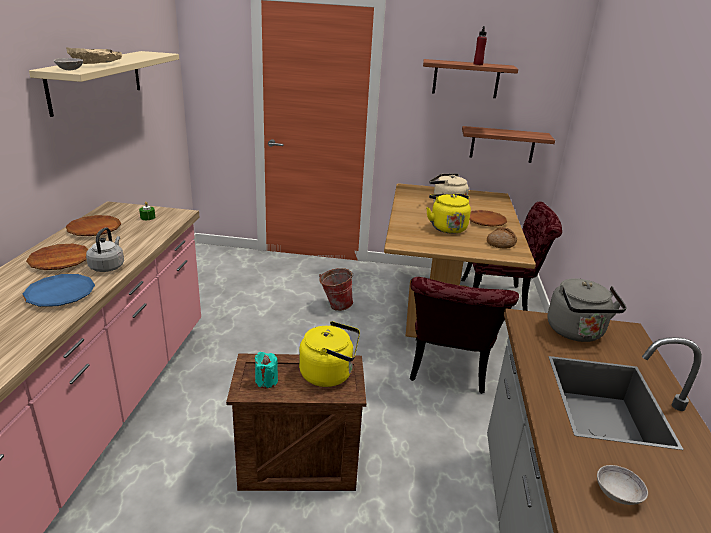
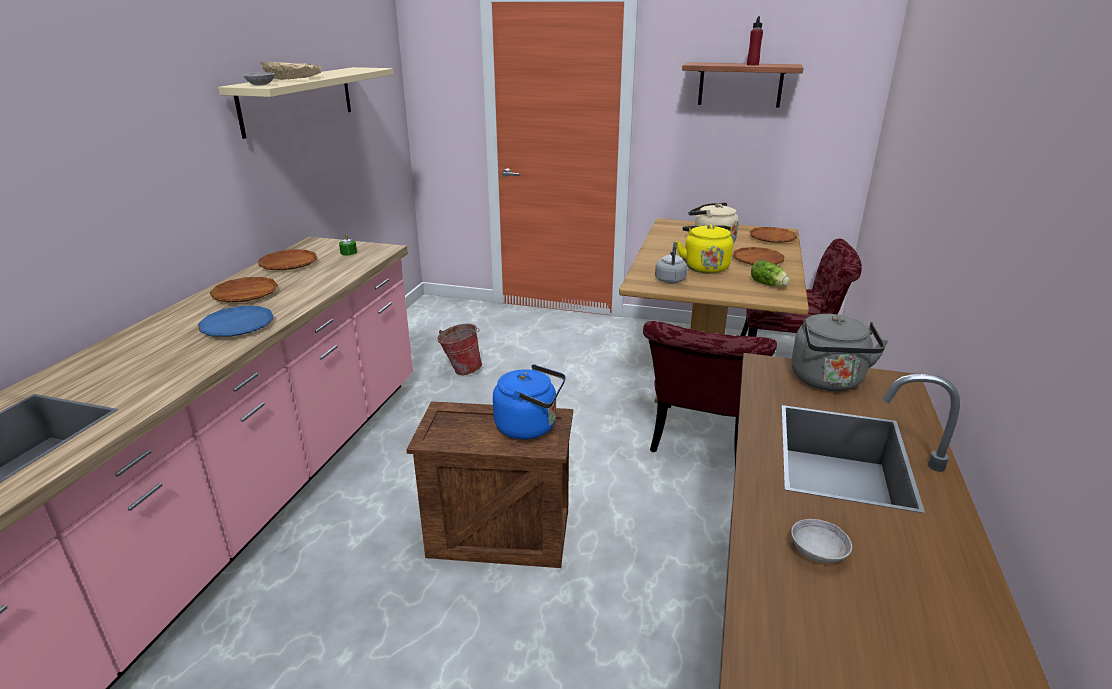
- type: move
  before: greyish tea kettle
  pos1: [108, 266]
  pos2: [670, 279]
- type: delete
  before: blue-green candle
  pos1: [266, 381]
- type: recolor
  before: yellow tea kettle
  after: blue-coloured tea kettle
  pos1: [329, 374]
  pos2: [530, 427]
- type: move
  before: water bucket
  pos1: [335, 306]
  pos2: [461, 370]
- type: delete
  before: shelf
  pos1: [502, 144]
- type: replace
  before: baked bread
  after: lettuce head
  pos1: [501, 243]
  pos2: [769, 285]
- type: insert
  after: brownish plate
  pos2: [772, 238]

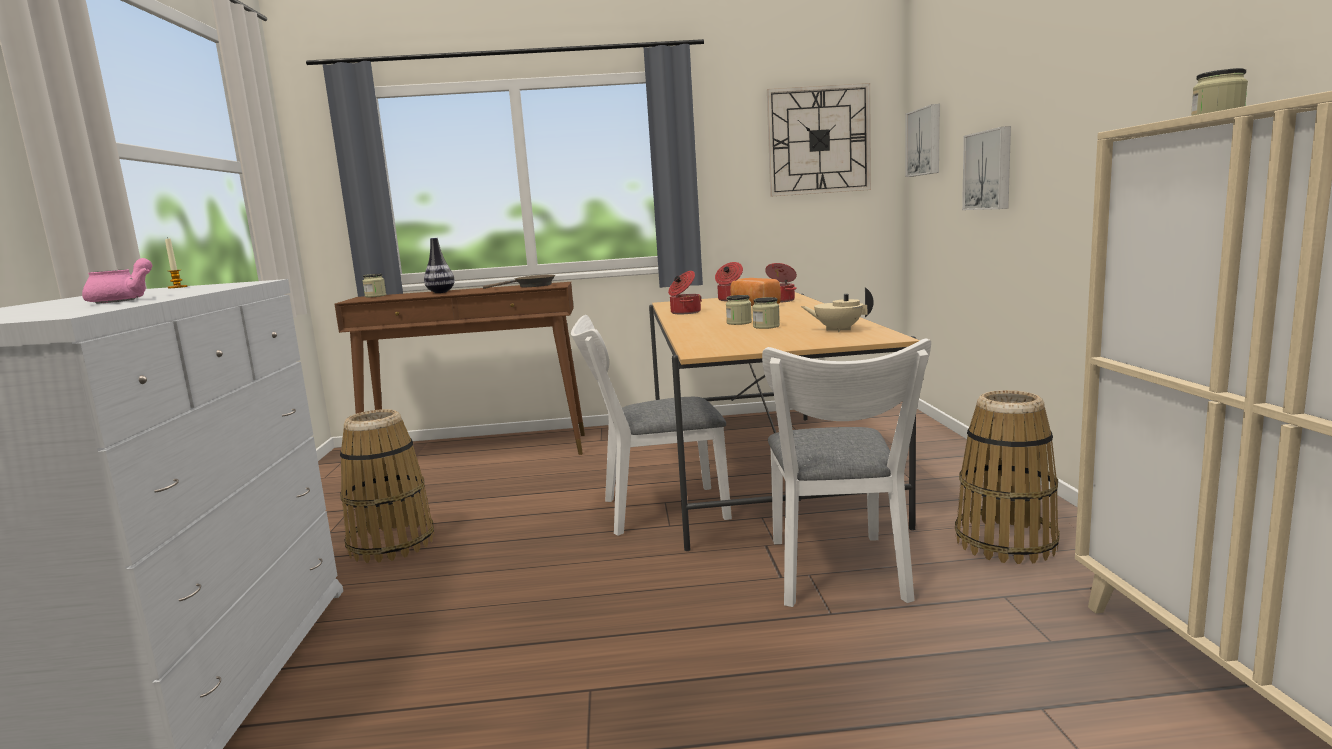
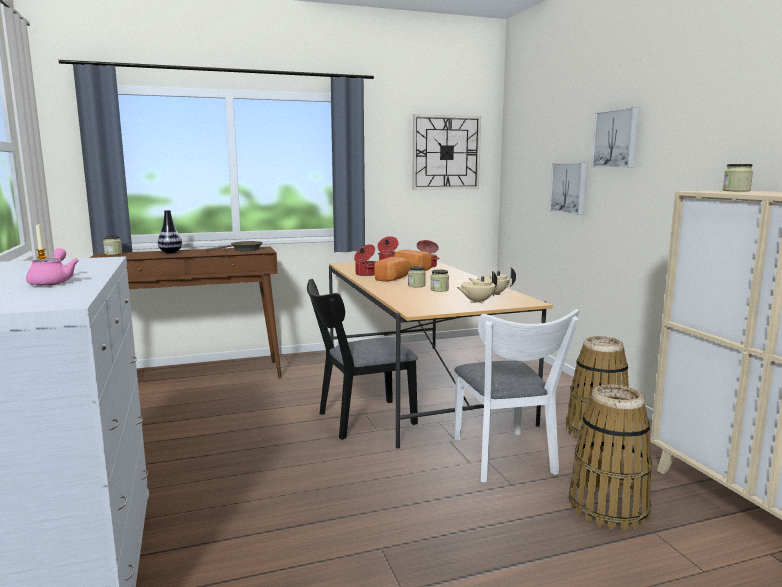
- type: move
  before: basket
  pos1: [391, 544]
  pos2: [608, 507]
- type: recolor
  before: white-coloured plain chair
  after: black-coloured plain chair
  pos1: [654, 510]
  pos2: [359, 420]
- type: move
  before: wall art
  pos1: [925, 142]
  pos2: [616, 139]
- type: insert
  after: baked bread
  pos2: [393, 279]
- type: insert
  after: beige pot for tea
  pos2: [477, 302]

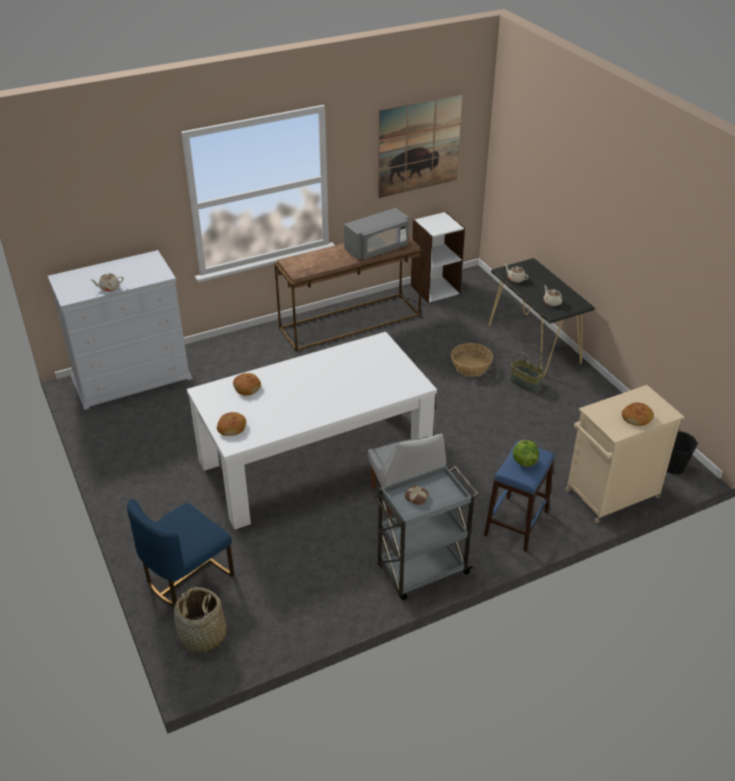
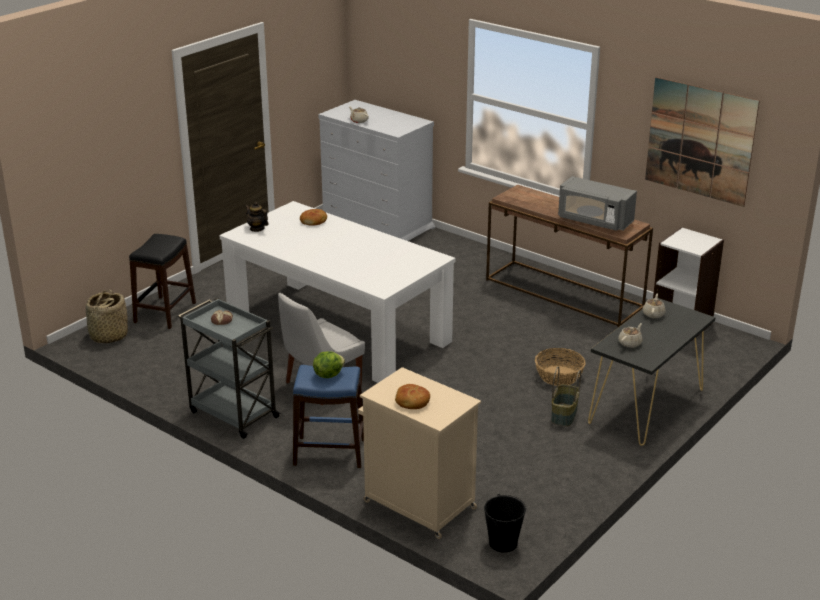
- type: replace
  before: blue-coloured plain chair
  after: black-coloured sitting stool
  pos1: [187, 577]
  pos2: [164, 312]
- type: replace
  before: baked bread
  after: pot for tea
  pos1: [232, 427]
  pos2: [257, 228]

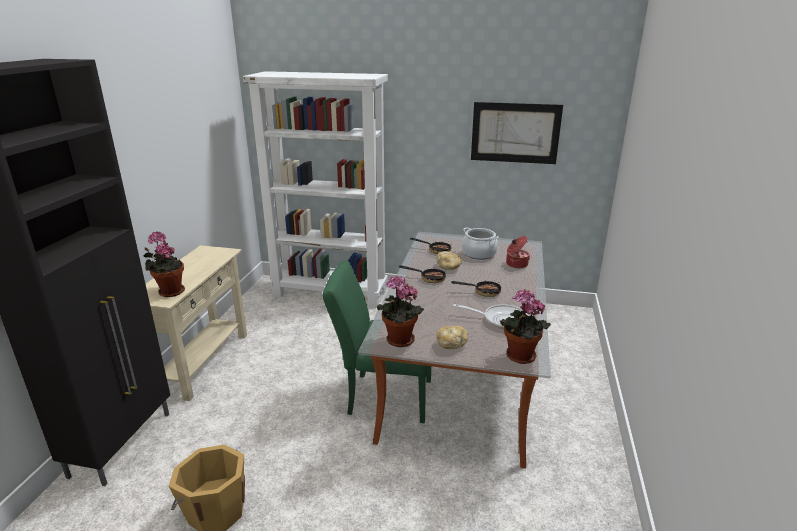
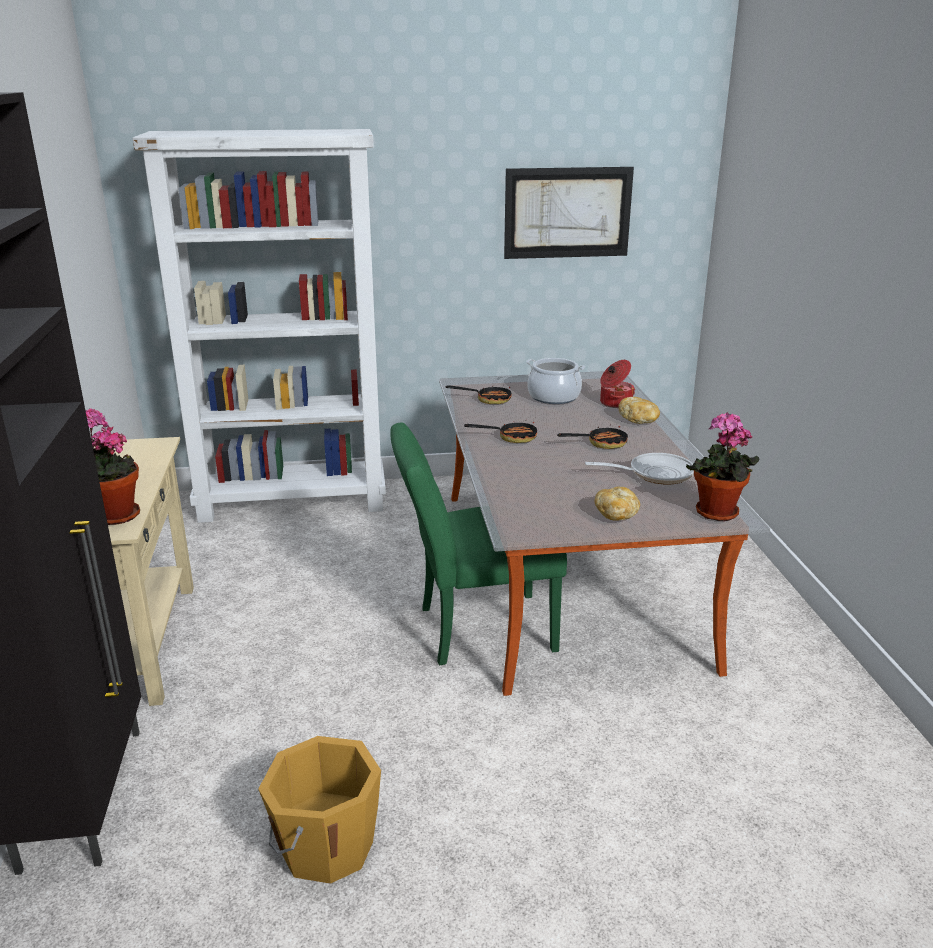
- type: delete
  before: potted plant
  pos1: [398, 341]
- type: move
  before: baked bread
  pos1: [448, 267]
  pos2: [639, 420]

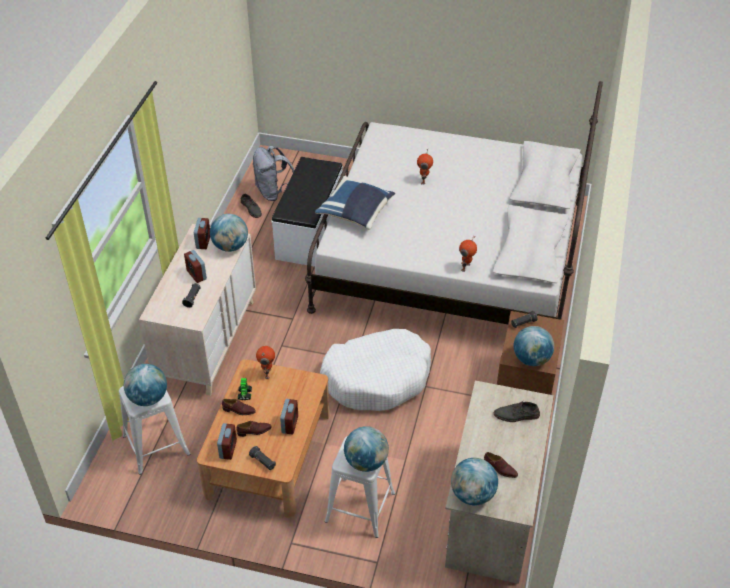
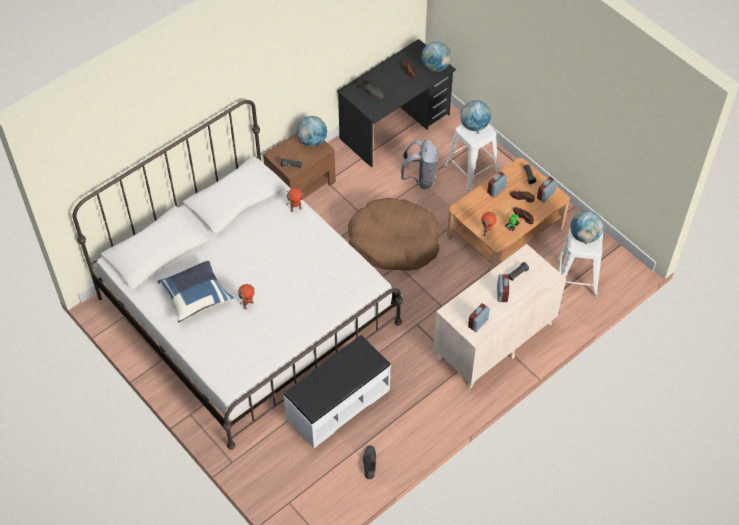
- type: delete
  before: desk globe
  pos1: [230, 246]
- type: move
  before: greyish backpack
  pos1: [273, 192]
  pos2: [420, 178]
- type: move
  before: blue-coloured cushion
  pos1: [356, 212]
  pos2: [196, 296]
- type: recolor
  before: white-coloured dog cushion
  after: brownish dog cushion
  pos1: [377, 378]
  pos2: [393, 242]
- type: recolor
  before: beige desk
  after: black-coloured desk
  pos1: [493, 510]
  pos2: [395, 127]

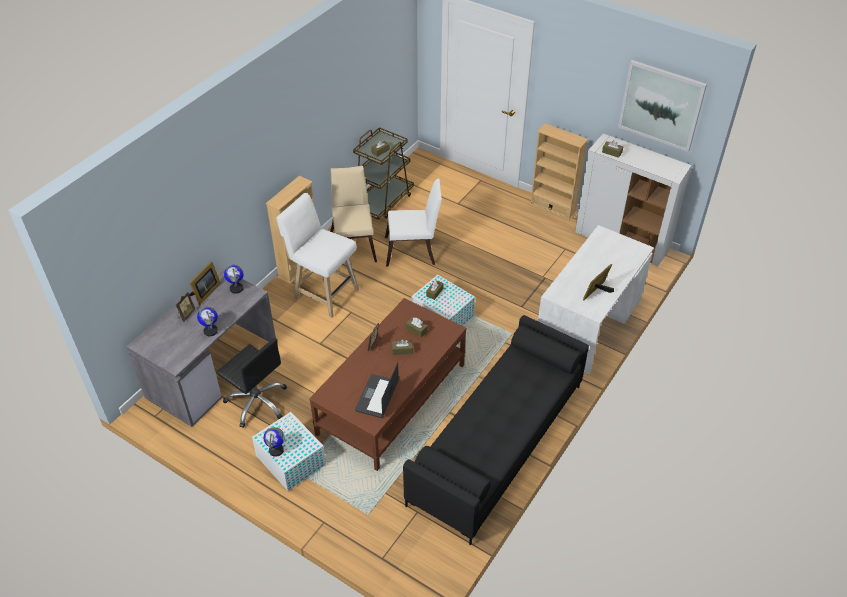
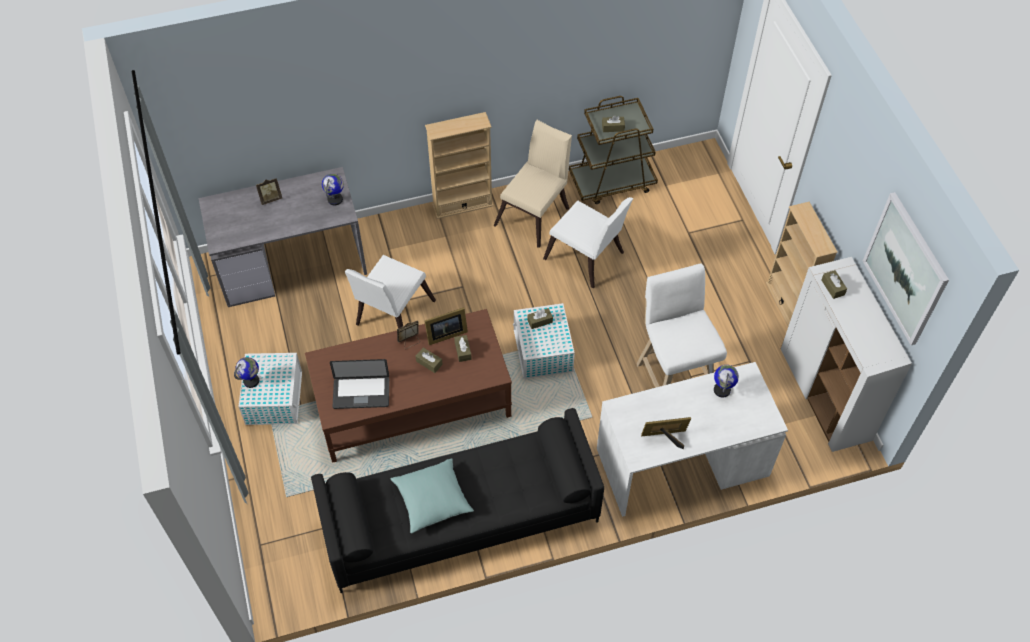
- type: move
  before: picture frame
  pos1: [205, 293]
  pos2: [445, 334]
- type: move
  before: desk globe
  pos1: [210, 331]
  pos2: [722, 390]
- type: delete
  before: black-coloured office chair
  pos1: [257, 402]
- type: move
  before: white-coloured sitting stool
  pos1: [323, 293]
  pos2: [673, 376]
- type: rotate
  before: laptop
  pos1: [377, 396]
  pos2: [361, 393]
  turn: -150
- type: insert
  after: white-coloured plain chair
  pos2: [392, 316]
- type: insert
  after: blue-green cushion
  pos2: [432, 500]

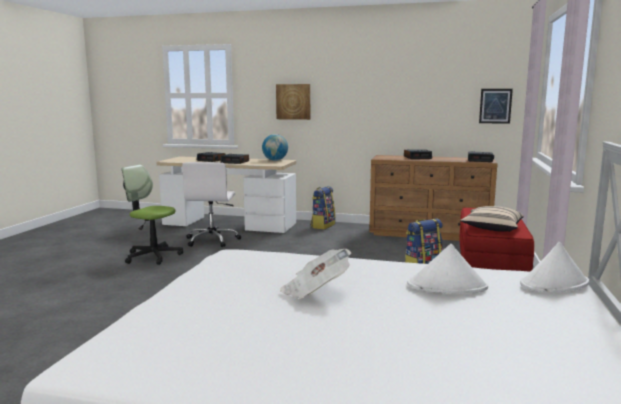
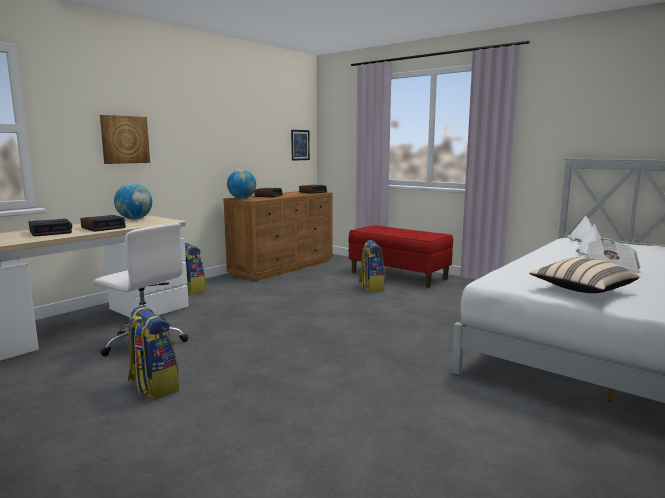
- type: replace
  before: office chair
  after: backpack
  pos1: [153, 256]
  pos2: [153, 387]
- type: move
  before: beige cushion
  pos1: [491, 229]
  pos2: [581, 290]
- type: insert
  after: desk globe
  pos2: [242, 198]

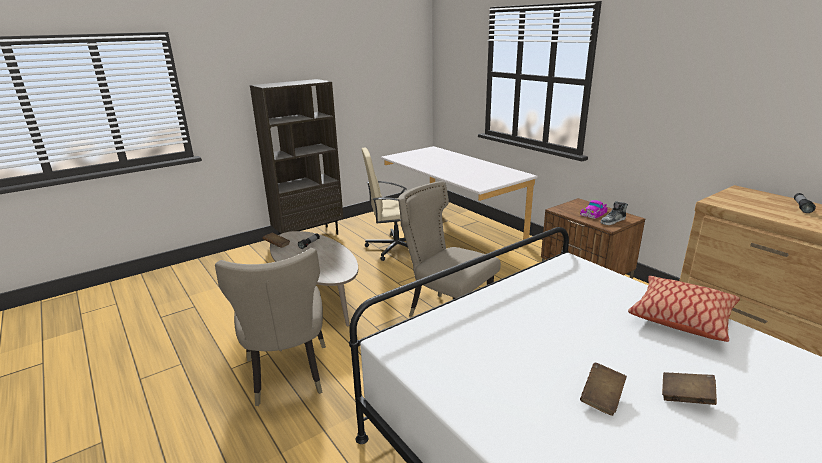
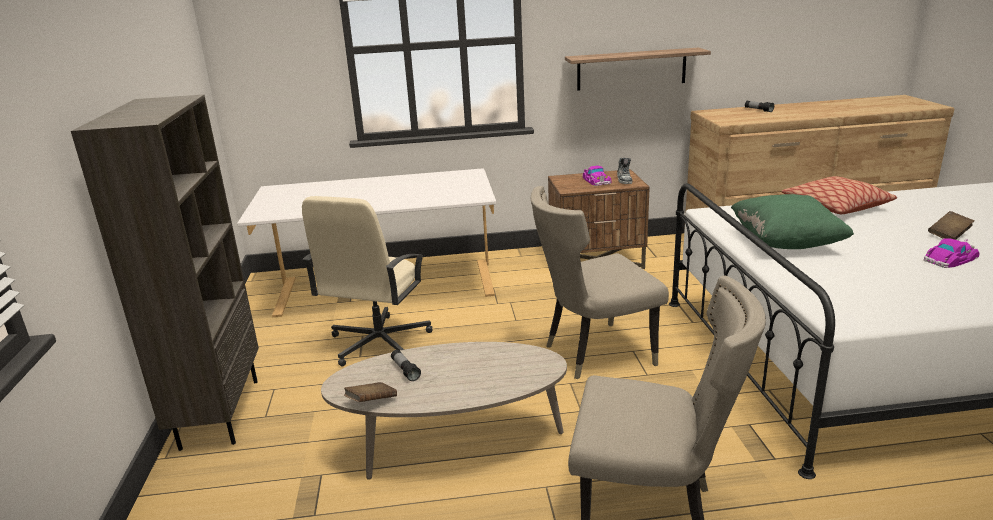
- type: replace
  before: brownish bound book
  after: miniature car
  pos1: [601, 398]
  pos2: [950, 259]
- type: insert
  after: shelf
  pos2: [631, 69]
- type: insert
  after: green-coloured cushion
  pos2: [786, 243]

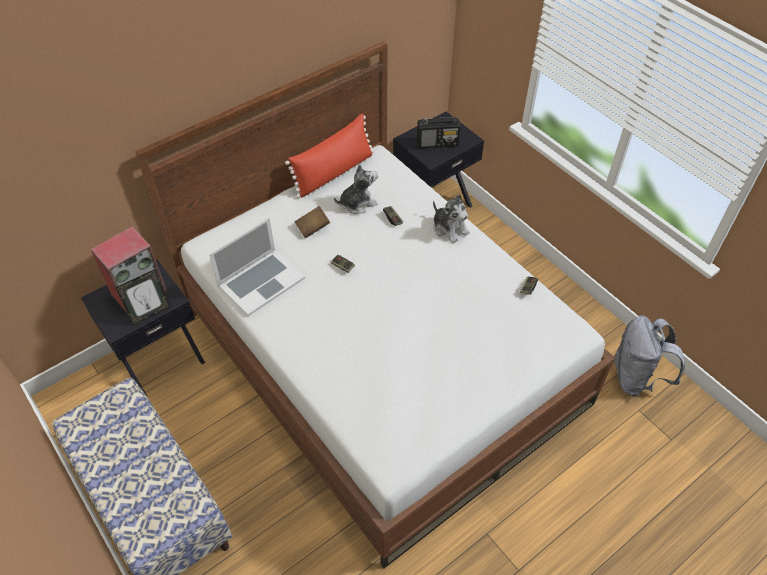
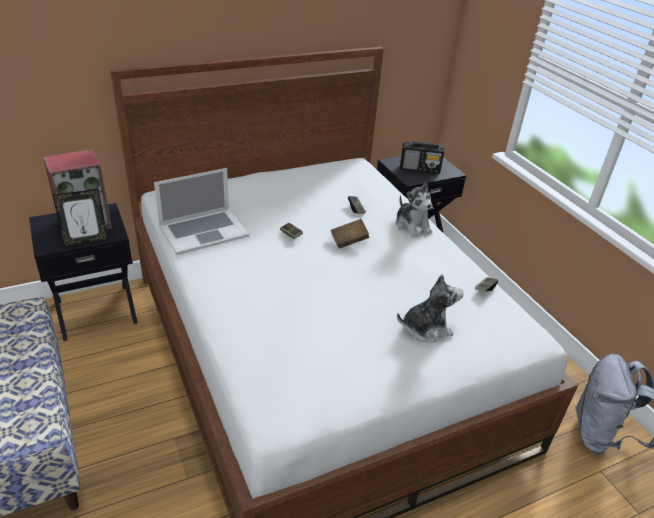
- type: delete
  before: red cushion
  pos1: [334, 172]
- type: move
  before: brownish bound book
  pos1: [312, 227]
  pos2: [349, 241]
- type: move
  before: cuddly toy
  pos1: [357, 203]
  pos2: [426, 328]

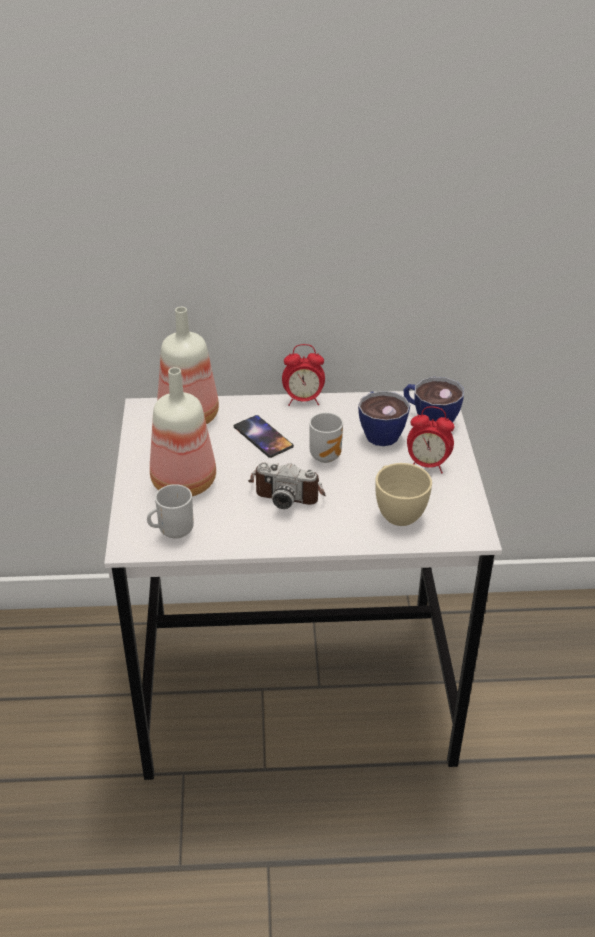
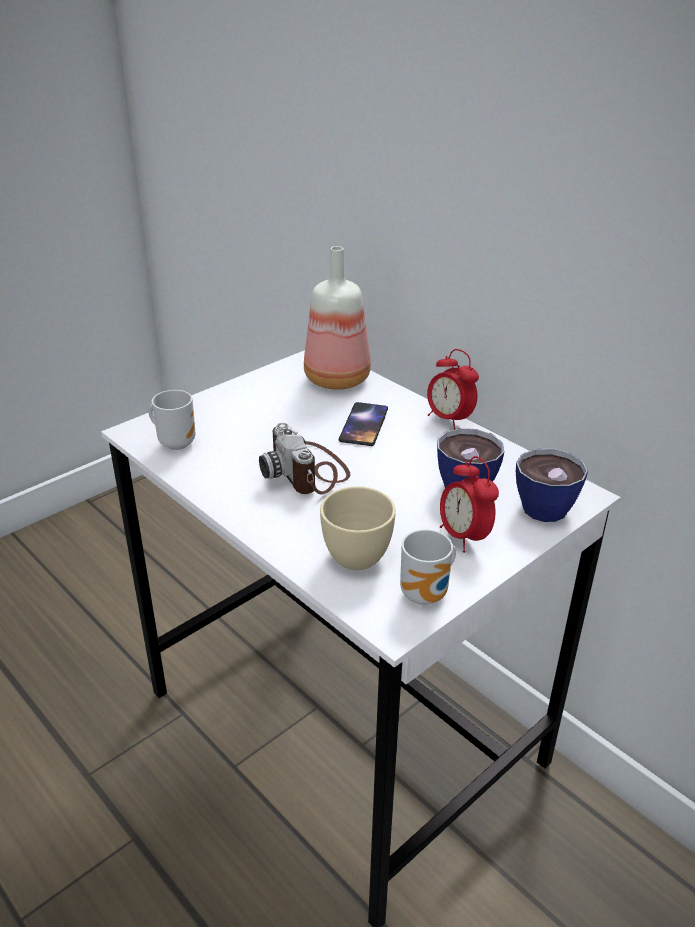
- type: delete
  before: drink bottle
  pos1: [186, 483]
- type: move
  before: coffee mug
  pos1: [327, 455]
  pos2: [427, 595]

